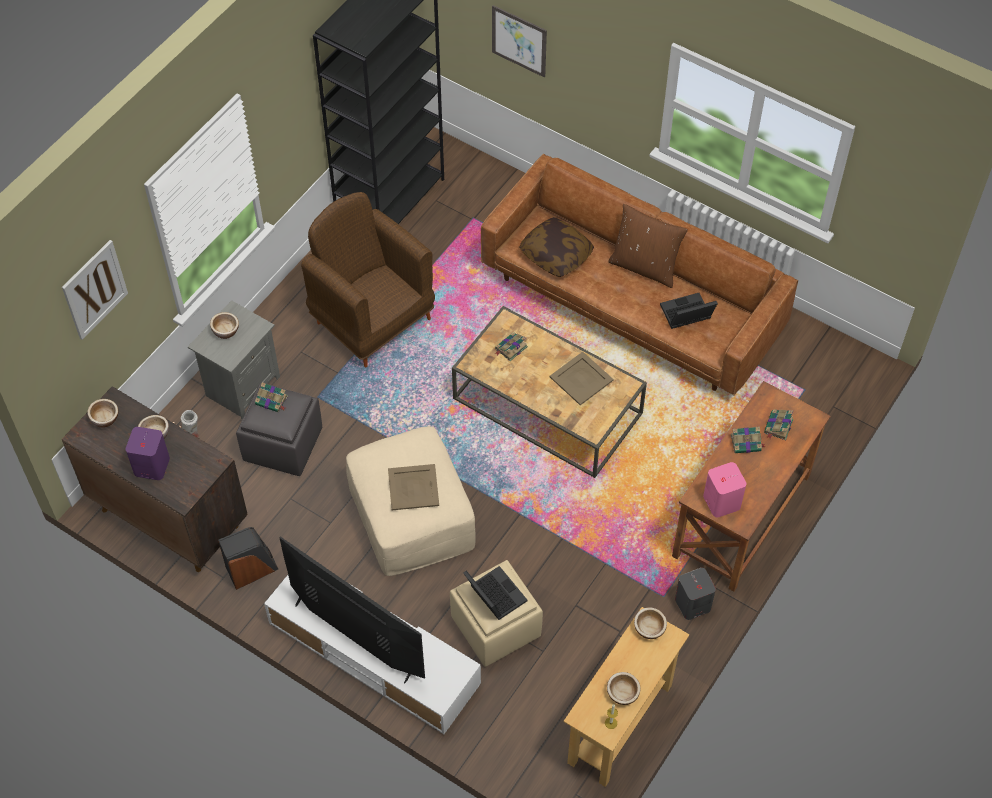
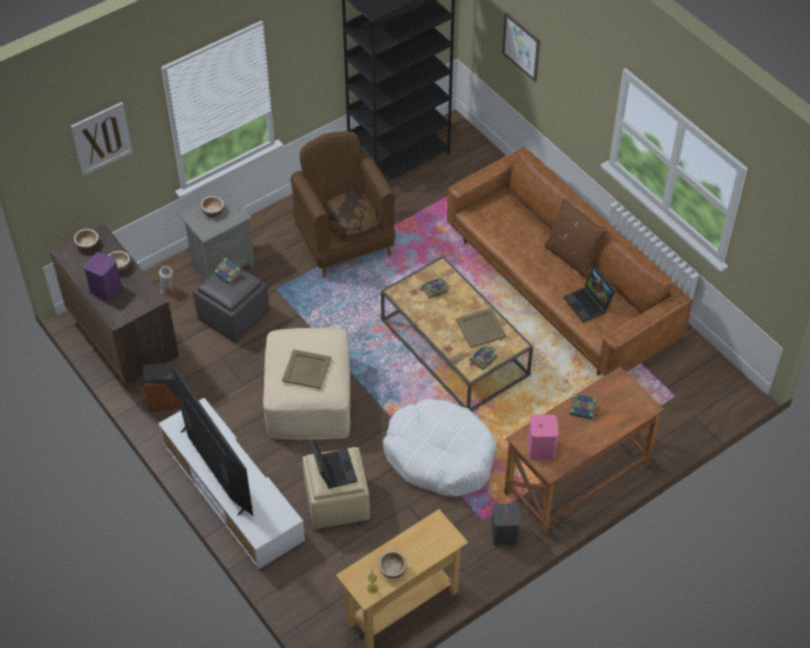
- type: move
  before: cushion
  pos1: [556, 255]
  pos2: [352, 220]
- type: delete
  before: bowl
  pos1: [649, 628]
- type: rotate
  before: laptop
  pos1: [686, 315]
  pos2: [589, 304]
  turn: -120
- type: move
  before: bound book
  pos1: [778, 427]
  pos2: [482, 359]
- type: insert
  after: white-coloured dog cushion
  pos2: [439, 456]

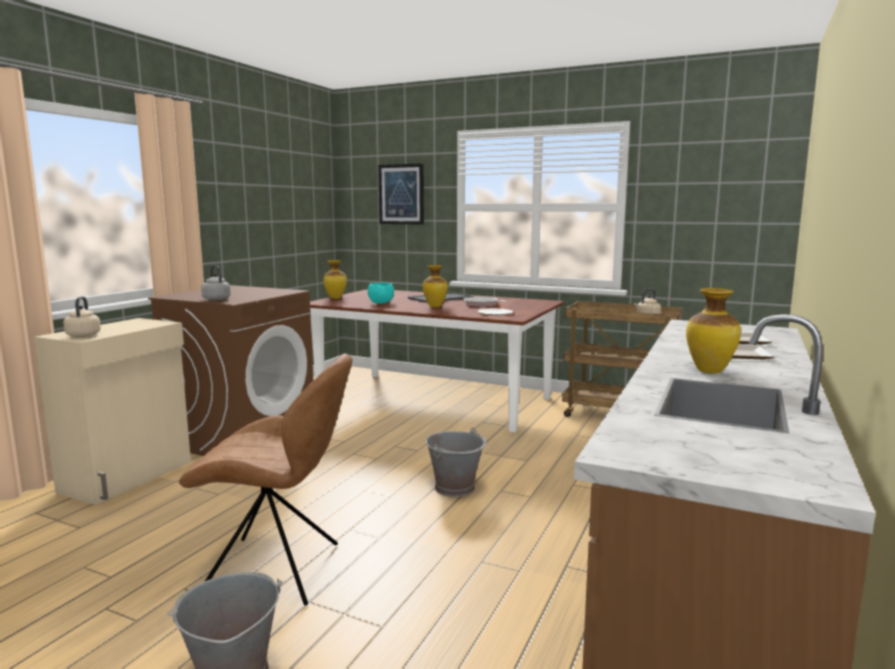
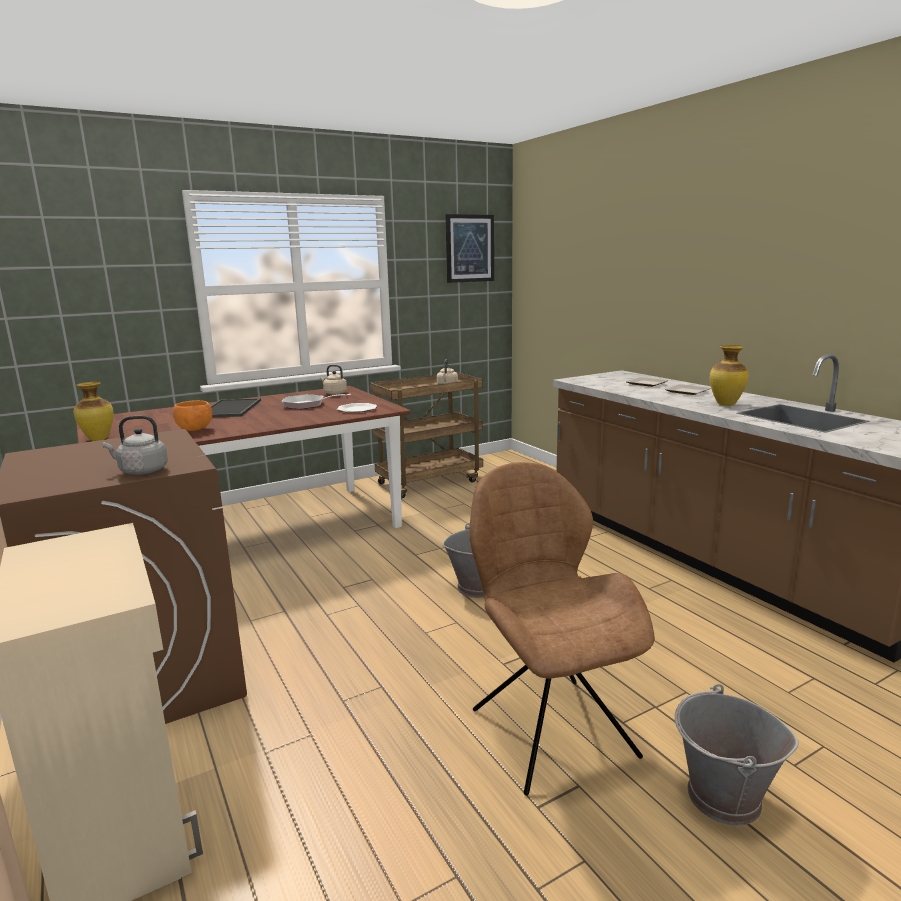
- type: move
  before: beige tea kettle
  pos1: [84, 335]
  pos2: [334, 393]
- type: rotate
  before: brownish plain chair
  pos1: [277, 570]
  pos2: [550, 728]
  turn: -60
- type: recolor
  before: blue-green bowl
  after: orange bowl
  pos1: [381, 303]
  pos2: [195, 429]
- type: move
  before: wall art
  pos1: [401, 194]
  pos2: [469, 248]
- type: delete
  before: vase
  pos1: [435, 306]

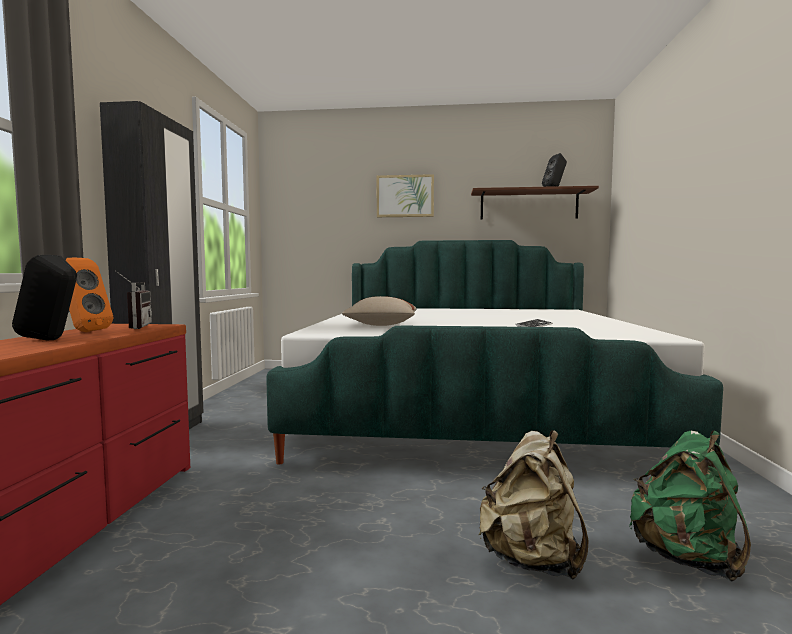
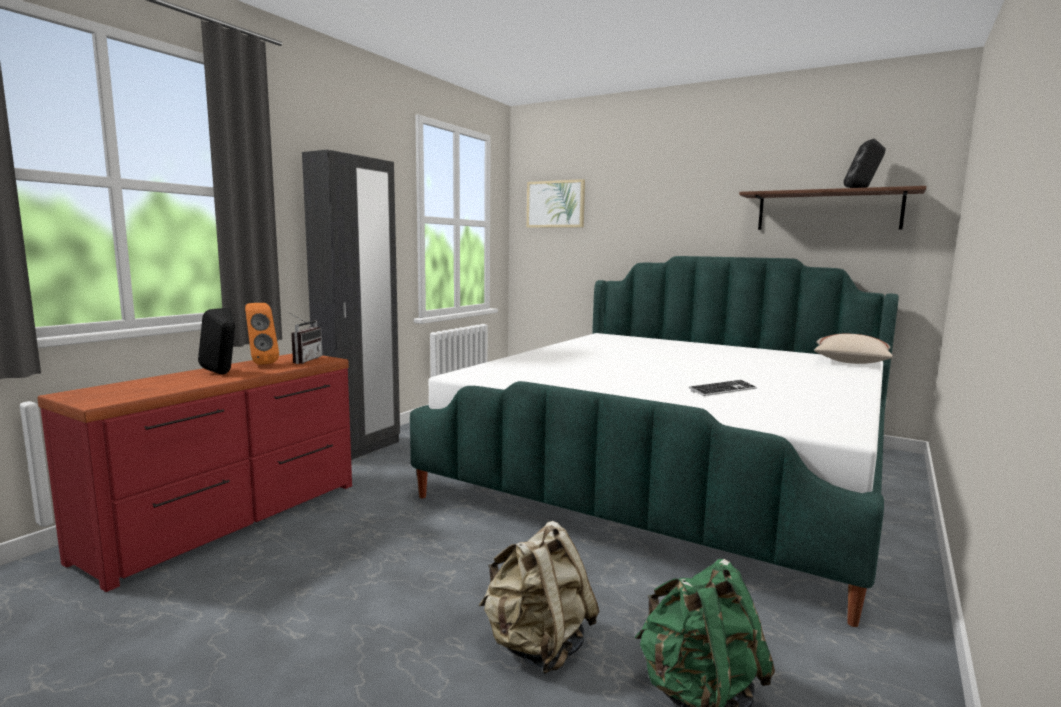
- type: move
  before: beige cushion
  pos1: [381, 325]
  pos2: [850, 362]
- type: move
  before: wall art
  pos1: [405, 196]
  pos2: [555, 204]

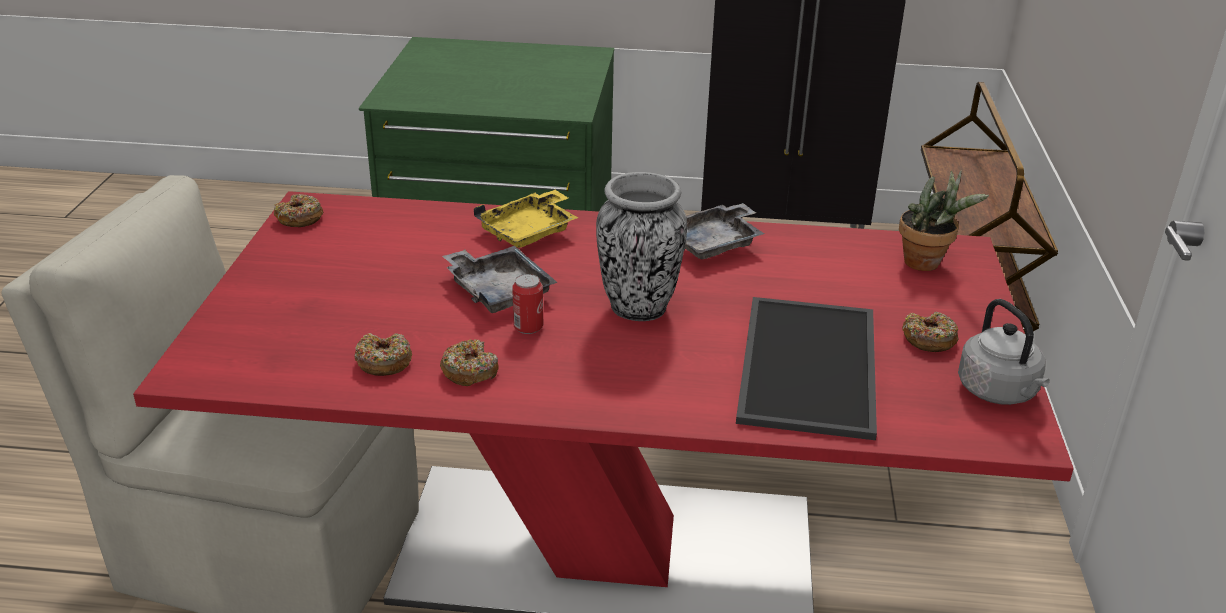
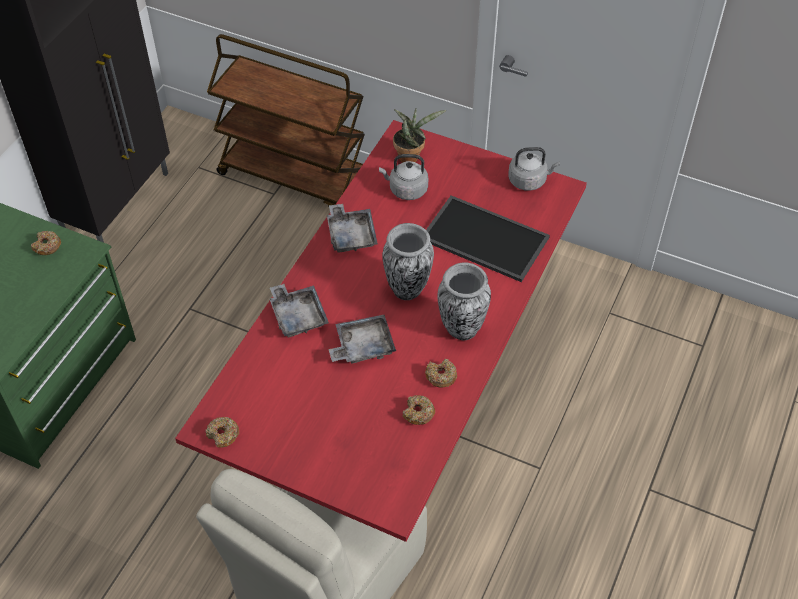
- type: recolor
  before: yellow carrying tray
  after: greyish carrying tray
  pos1: [529, 231]
  pos2: [298, 316]
- type: delete
  before: metal can
  pos1: [528, 327]
- type: move
  before: ring doughnut
  pos1: [928, 339]
  pos2: [47, 246]
- type: insert
  after: greyish tea kettle
  pos2: [406, 190]
- type: insert
  after: vase
  pos2: [462, 328]

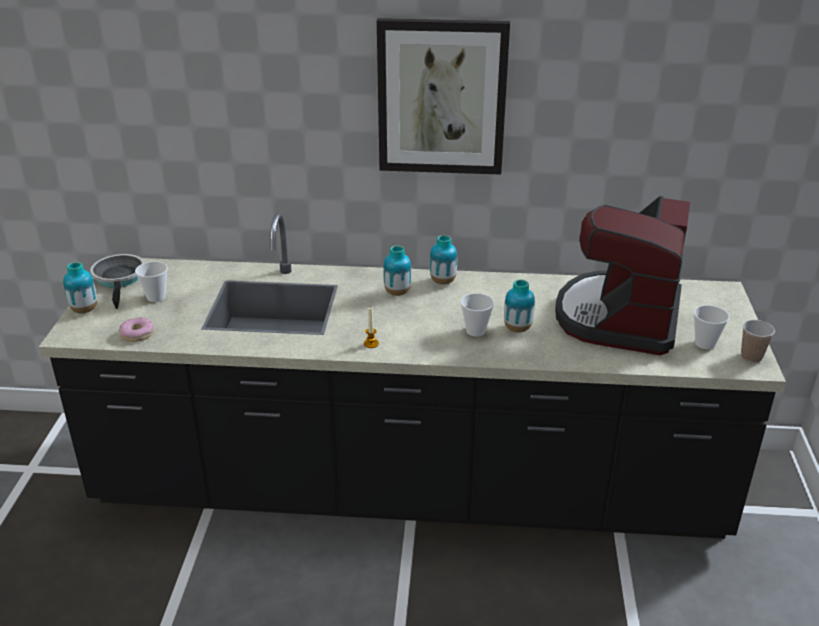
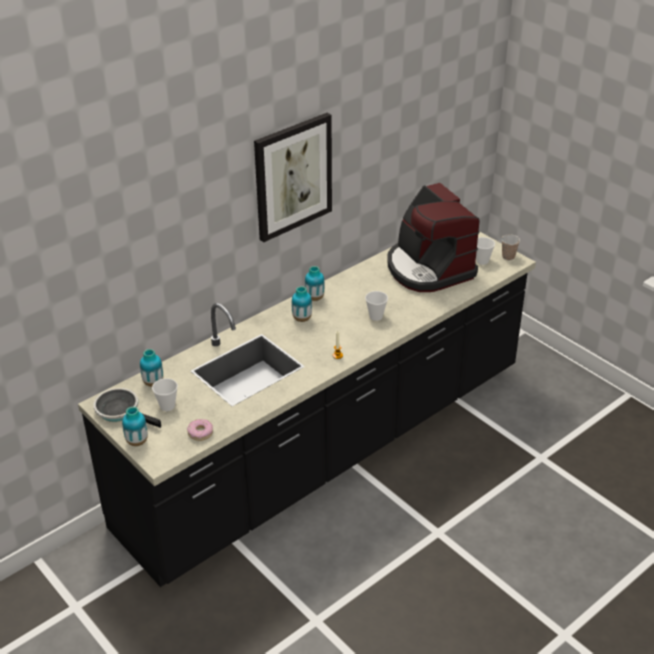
- type: move
  before: vase
  pos1: [517, 328]
  pos2: [153, 383]

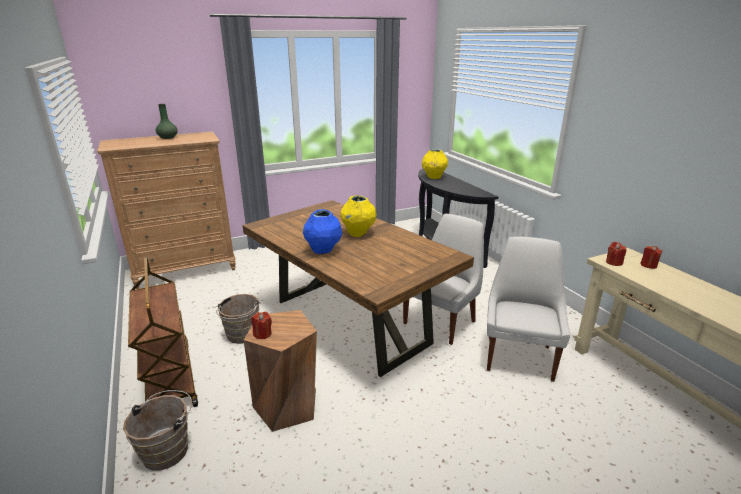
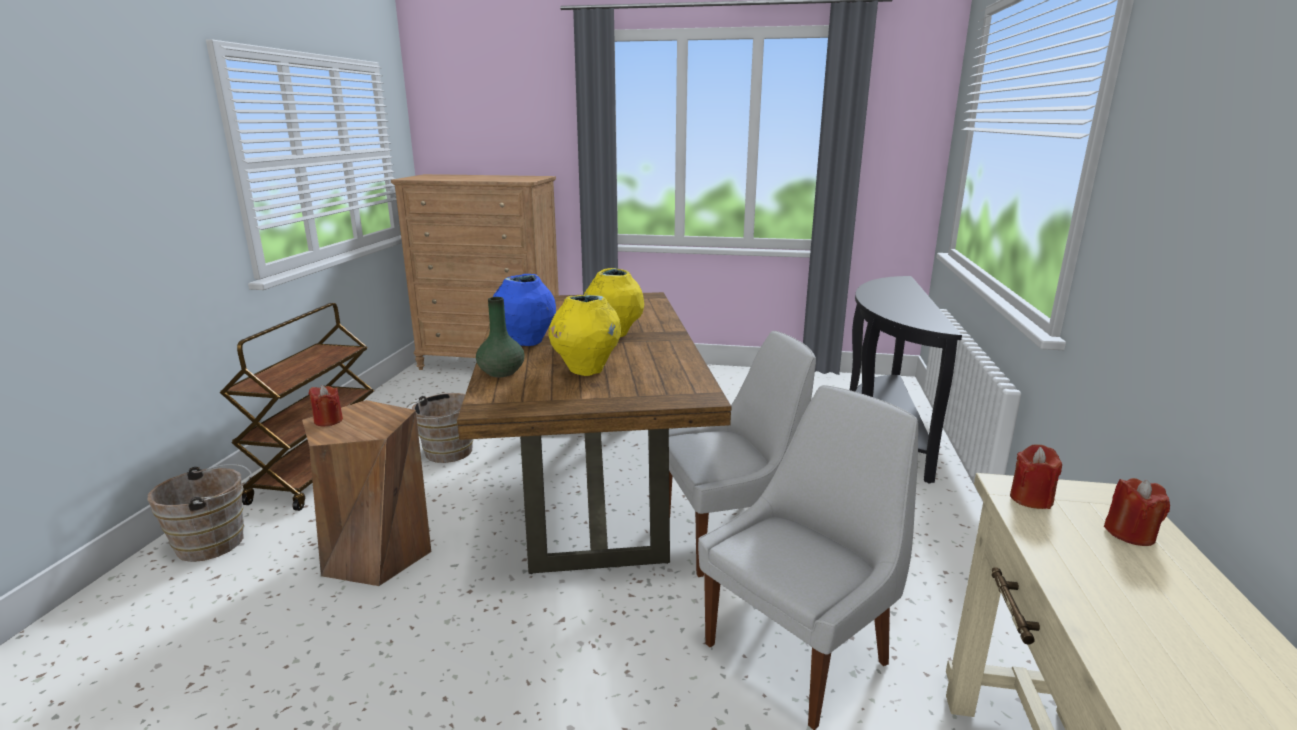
- type: move
  before: green-coloured vase
  pos1: [168, 137]
  pos2: [502, 373]
- type: move
  before: yellow vase
  pos1: [433, 177]
  pos2: [586, 370]

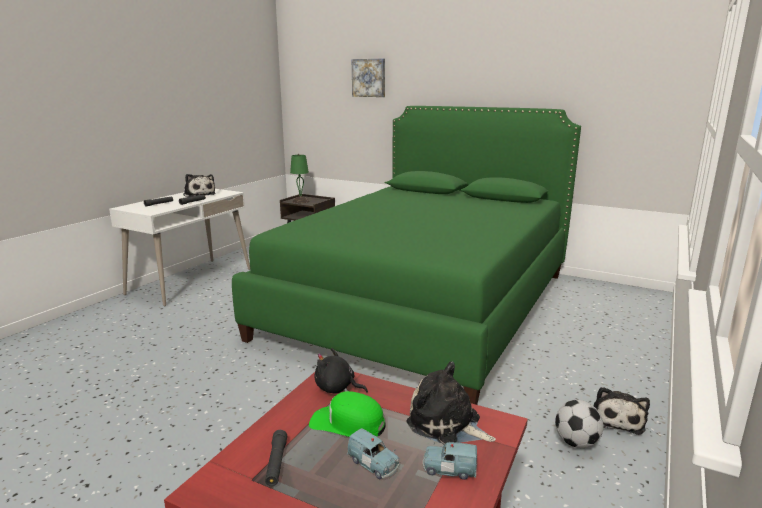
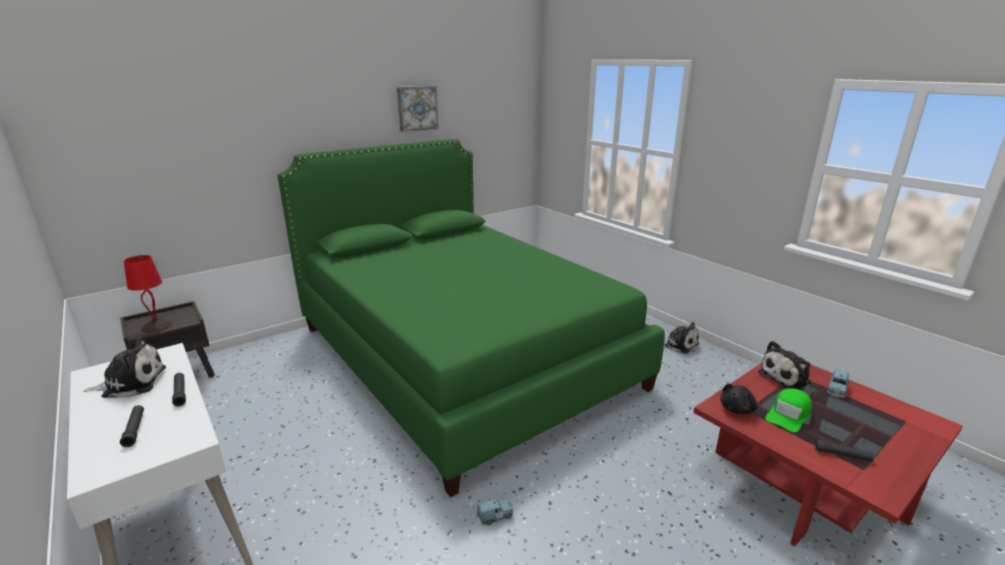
- type: recolor
  before: green-coloured tabletop lamp
  after: red tabletop lamp
  pos1: [301, 201]
  pos2: [157, 326]
- type: move
  before: blue-coloured miniature car
  pos1: [373, 464]
  pos2: [495, 516]
- type: move
  before: wall art
  pos1: [369, 78]
  pos2: [417, 108]
- type: delete
  before: football
  pos1: [576, 443]

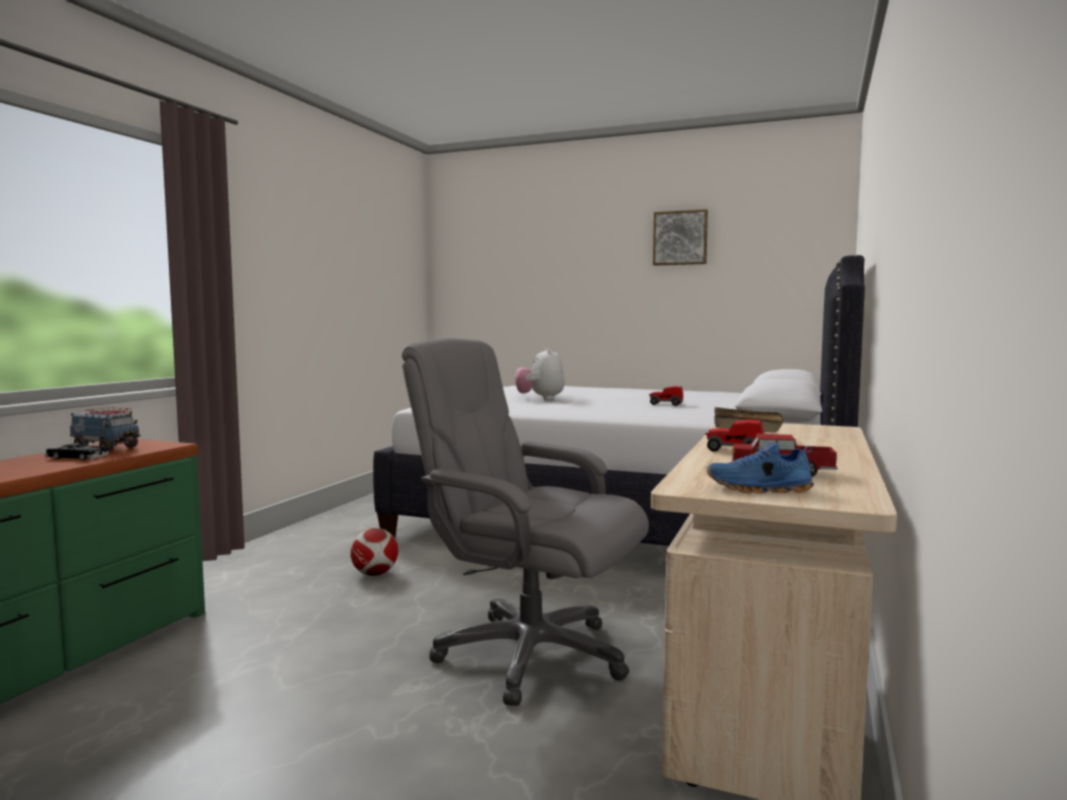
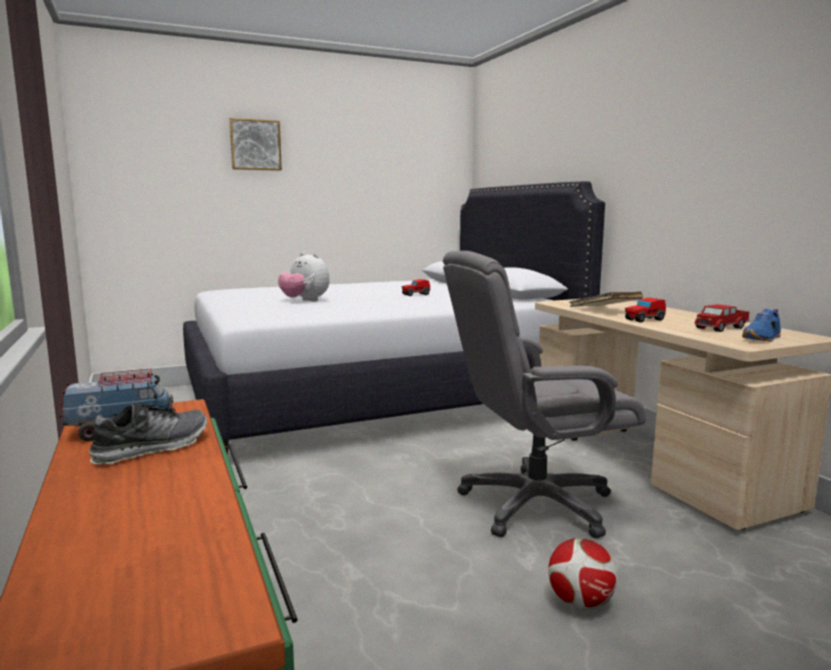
- type: replace
  before: black-coloured miniature car
  after: item of footwear
  pos1: [77, 457]
  pos2: [152, 448]
- type: move
  before: football
  pos1: [374, 574]
  pos2: [580, 603]
- type: move
  before: wall art
  pos1: [680, 238]
  pos2: [255, 145]

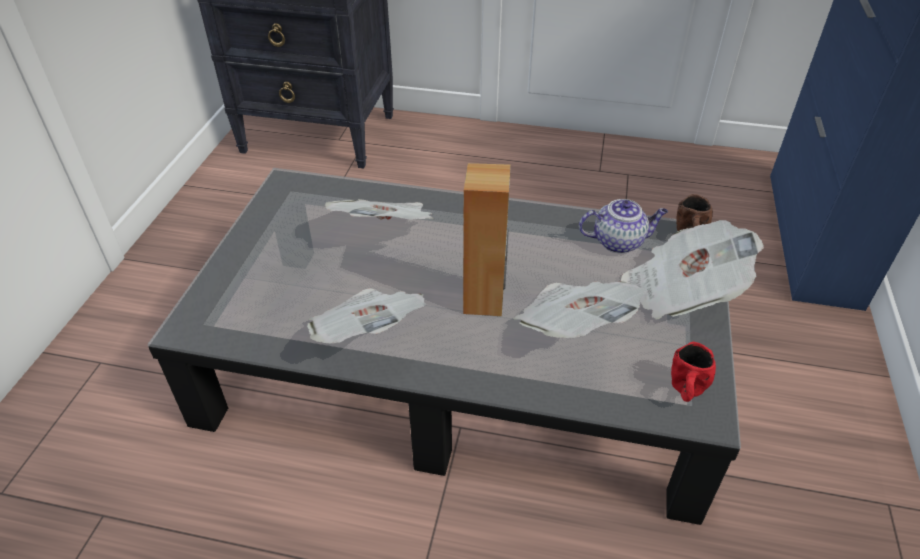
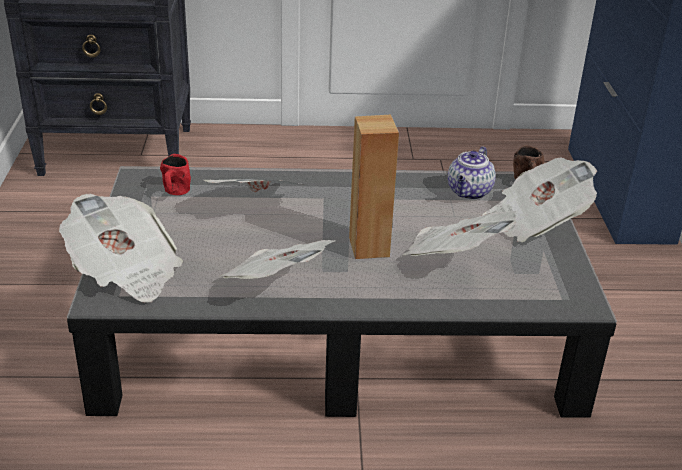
- type: rotate
  before: pot for tea
  pos1: [619, 242]
  pos2: [469, 192]
  turn: 135
- type: move
  before: red coffee mug
  pos1: [686, 392]
  pos2: [175, 193]
- type: insert
  after: printed paper
  pos2: [125, 272]

